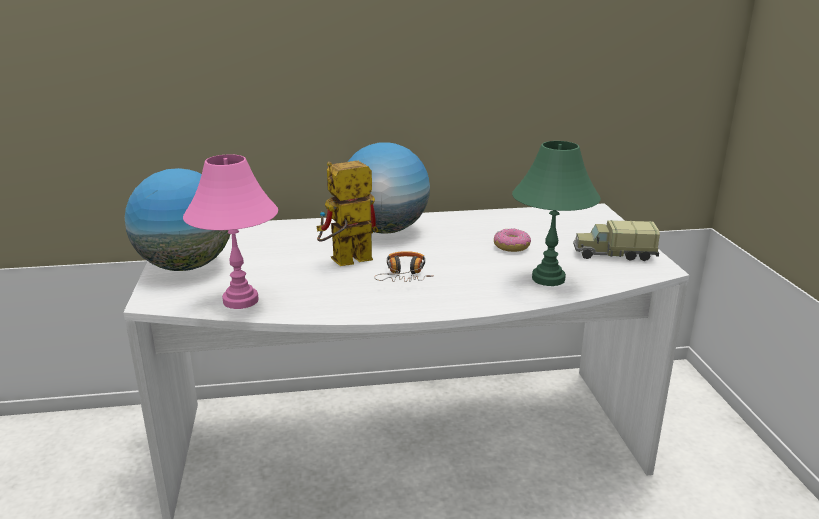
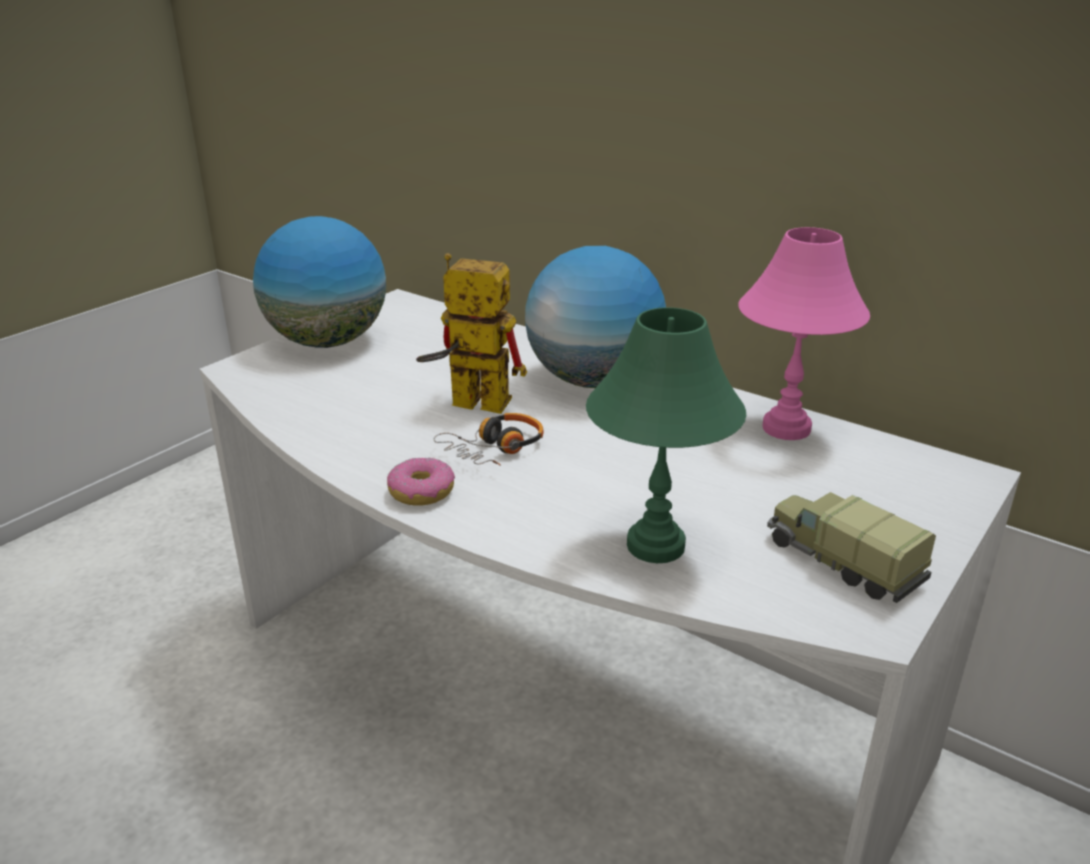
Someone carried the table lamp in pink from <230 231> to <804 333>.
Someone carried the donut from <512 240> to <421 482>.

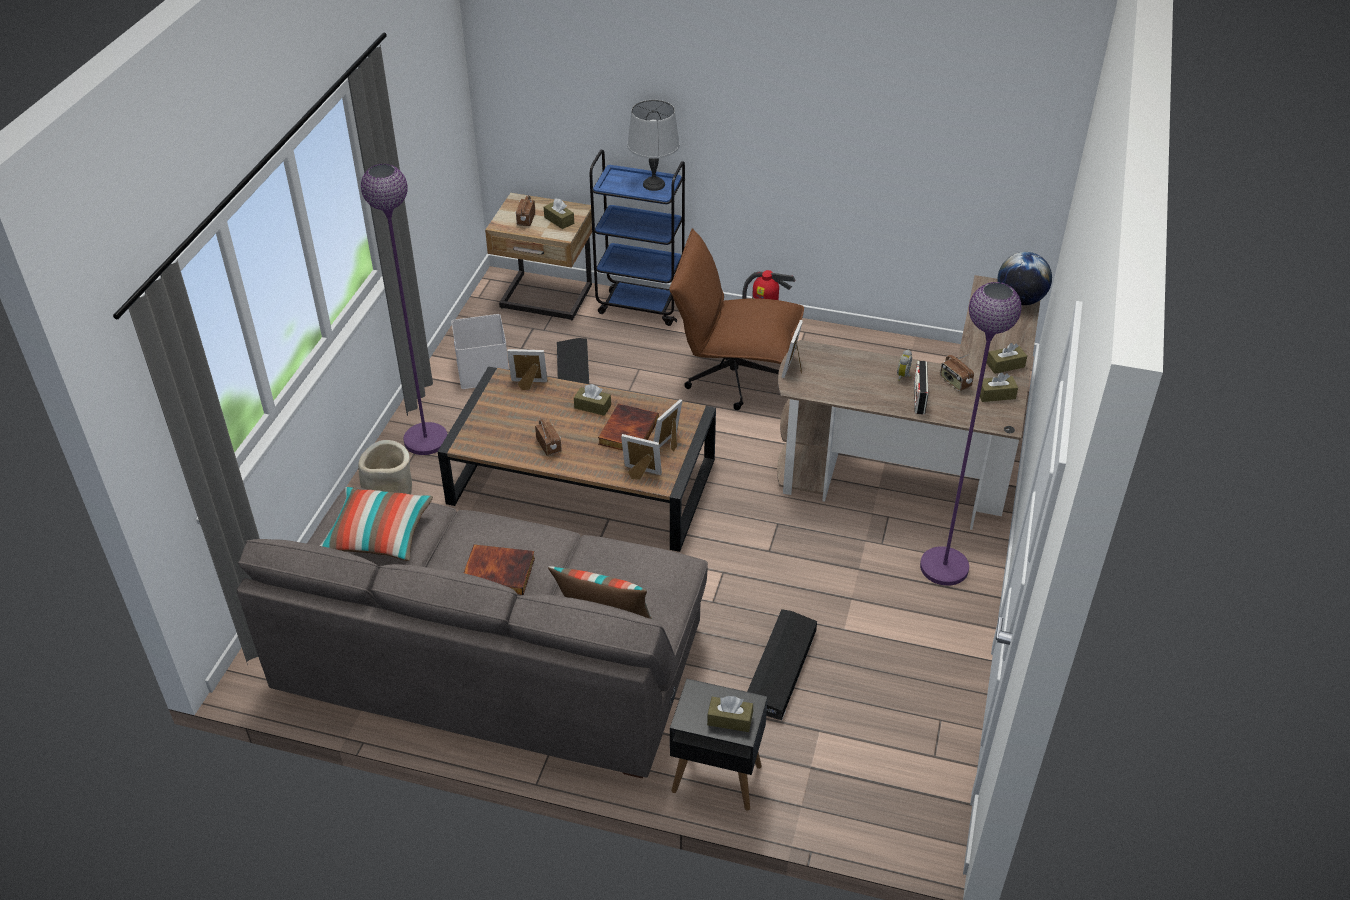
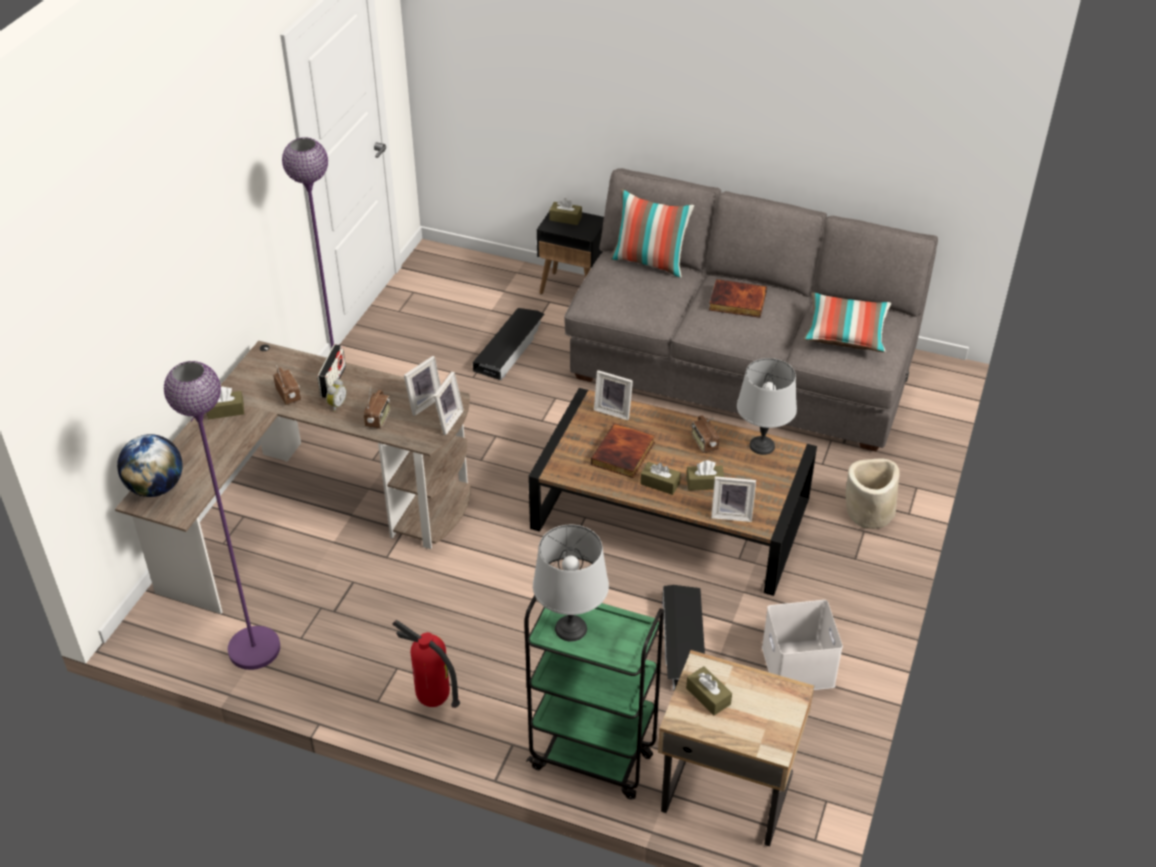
Someone carried the floor lamp in purple from <404 309> to <222 515>.
Someone carried the radio from <525 211> to <377 407>.
Someone repainted the cart in blue at <637 238>, which became the cart in green at <594 697>.
Someone carried the picture frame from <668 425> to <422 386>.
Someone took away the office chair in brown at <736 319>.
Someone carried the tissue box in brown from <999 387> to <705 475>.
Someone put down the table lamp in grey at <767 406>.

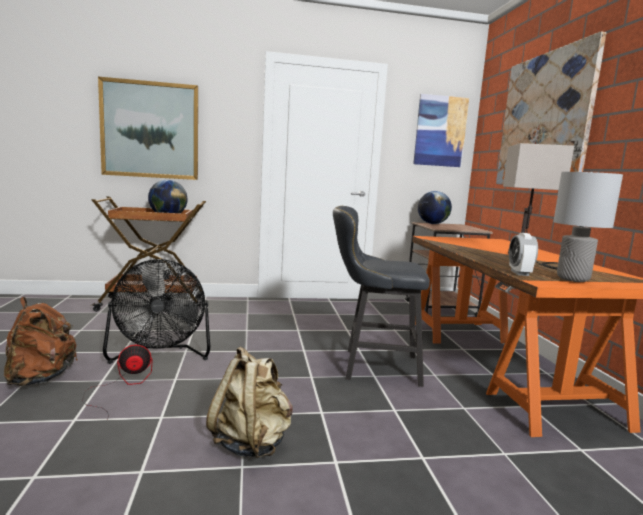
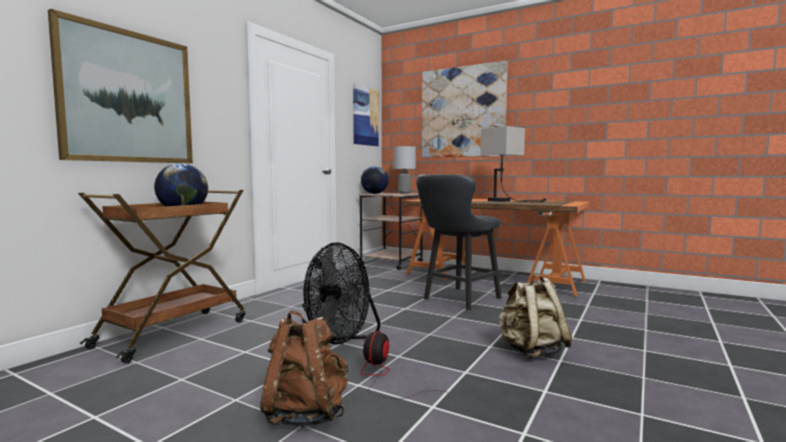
Someone took away the alarm clock at <523 254>.
Someone carried the table lamp in grey from <588 227> to <404 170>.

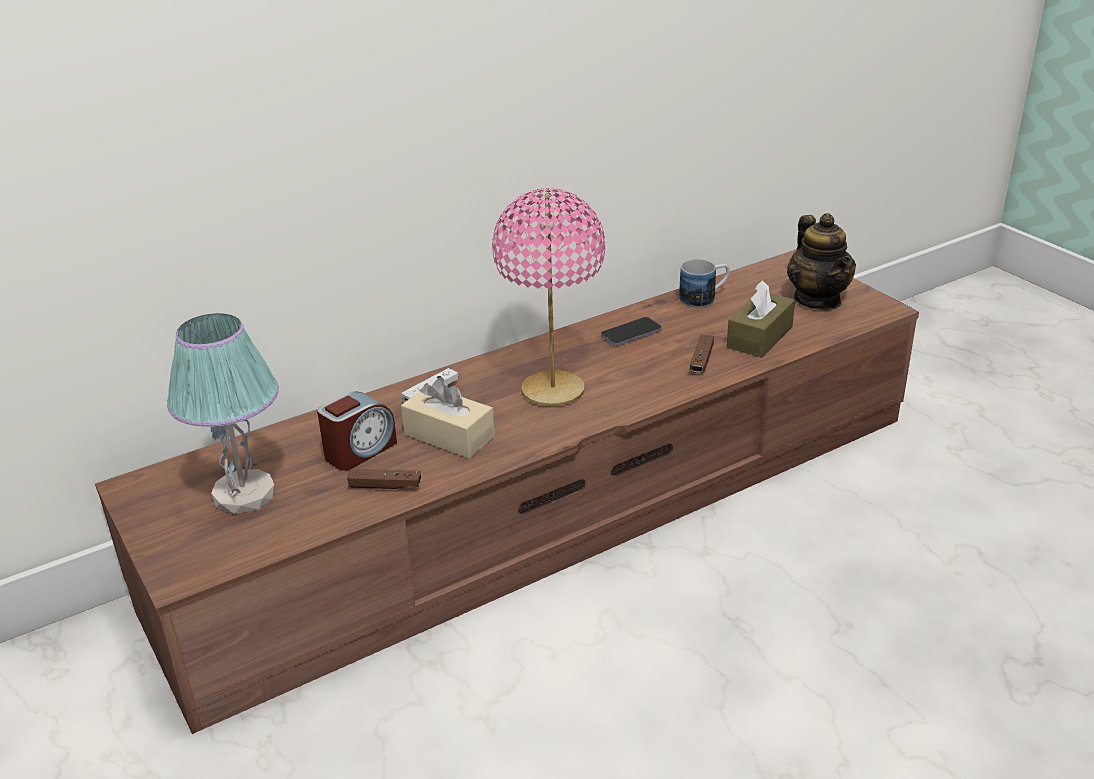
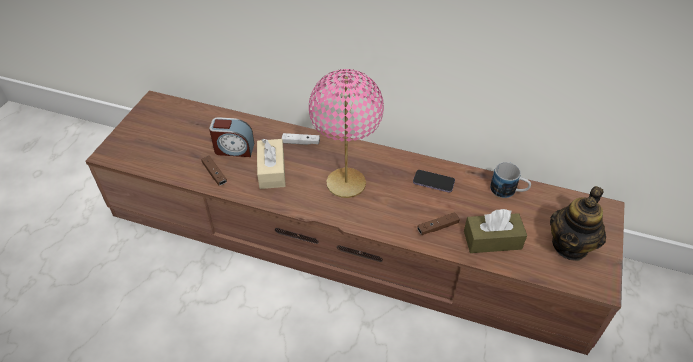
Someone took away the table lamp at <223 413>.

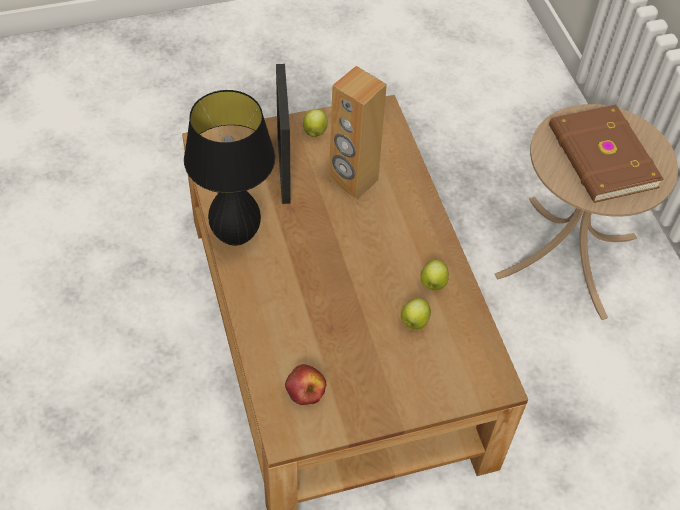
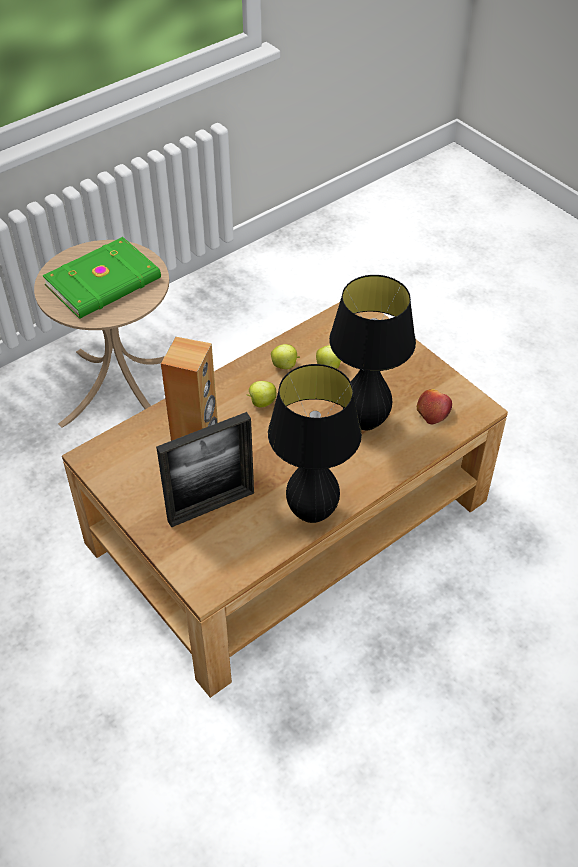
Someone carried the apple from <315 123> to <261 394>.
Someone repainted the book in brown at <606 153>, which became the book in green at <102 278>.
Someone put down the table lamp in black at <372 353>.

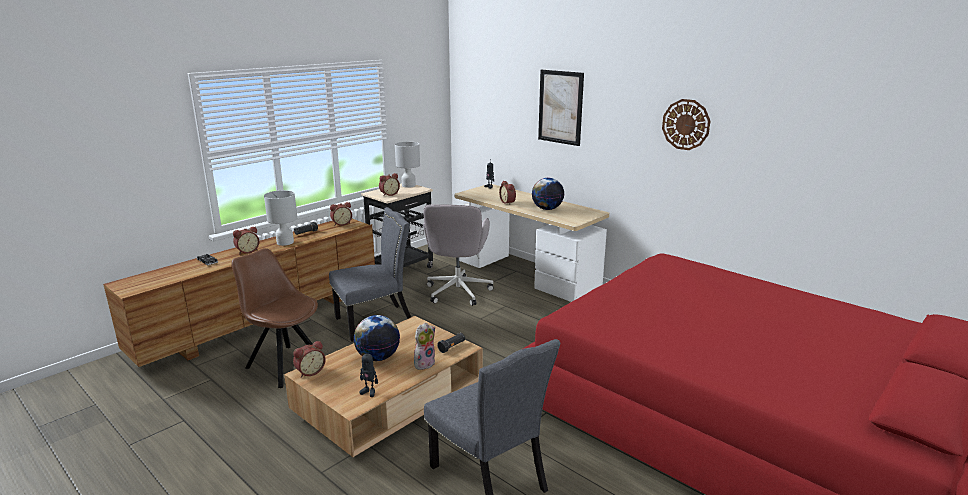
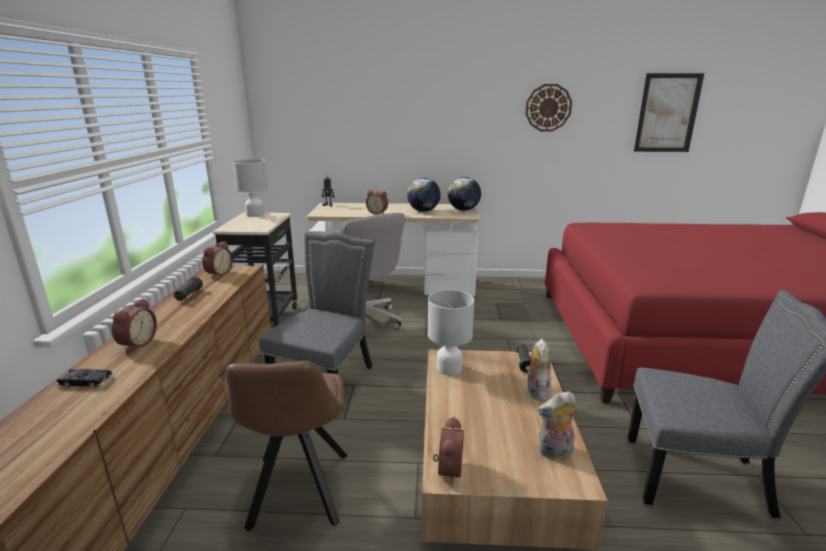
Someone rotated the chair in brown at <274 318> by 90 degrees counterclockwise.
Someone carried the table lamp in grey from <280 218> to <451 332>.
Someone carried the globe from <376 338> to <464 194>.
Someone swapped the toy robot at <368 373> for the plush toy at <557 425>.
Someone took away the alarm clock at <389 184>.
Someone carried the picture from <561 108> to <669 112>.

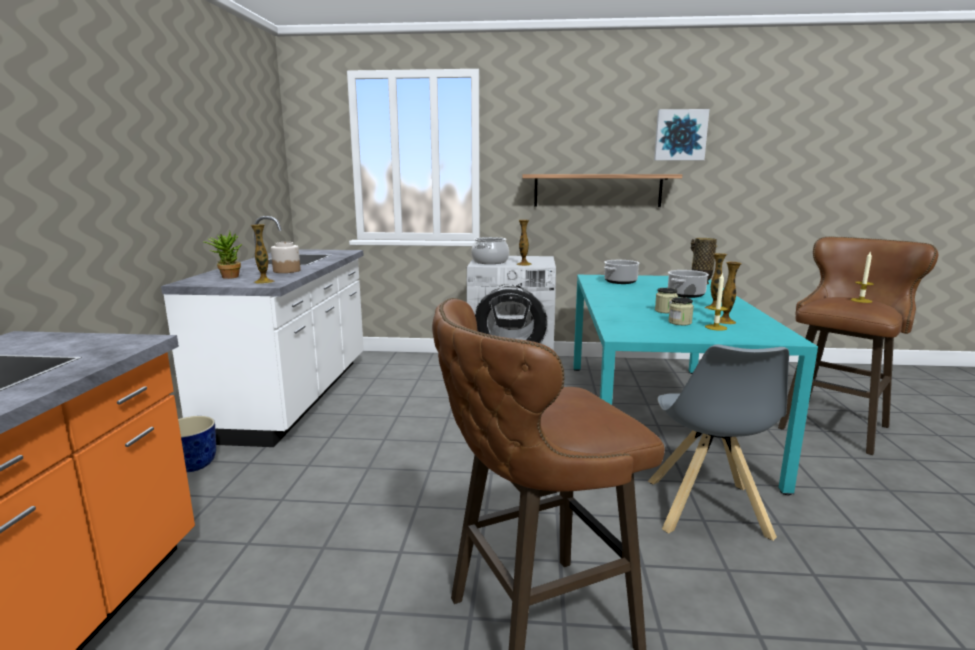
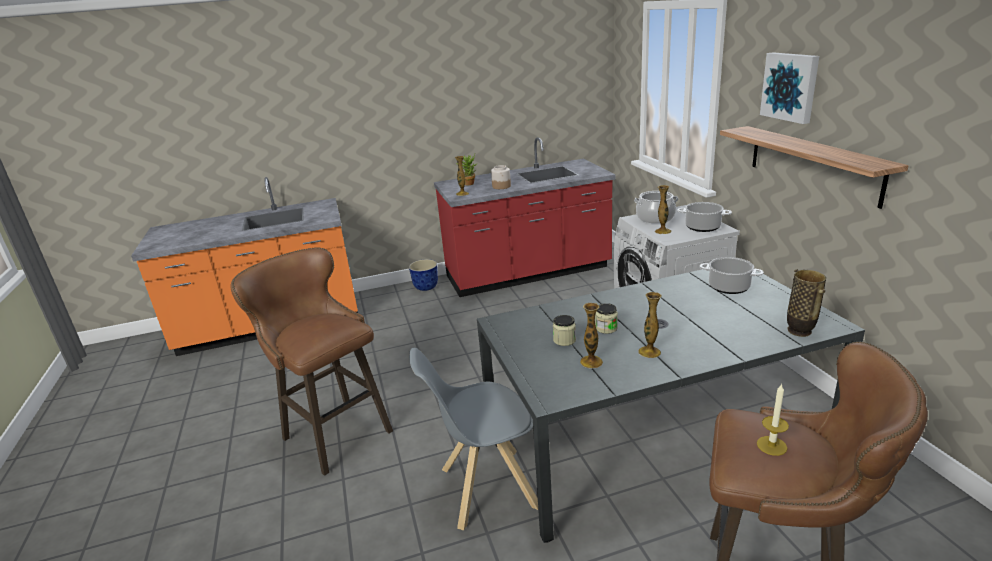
Someone repainted the counter in white at <262 331>, which became the counter in red at <525 217>.
Someone repainted the dining table in turquoise at <695 385>, which became the dining table in grey at <671 406>.
Someone carried the picture from <681 135> to <789 88>.
Someone carried the cooking pot from <688 284> to <704 217>.
Someone took away the candle at <716 302>.

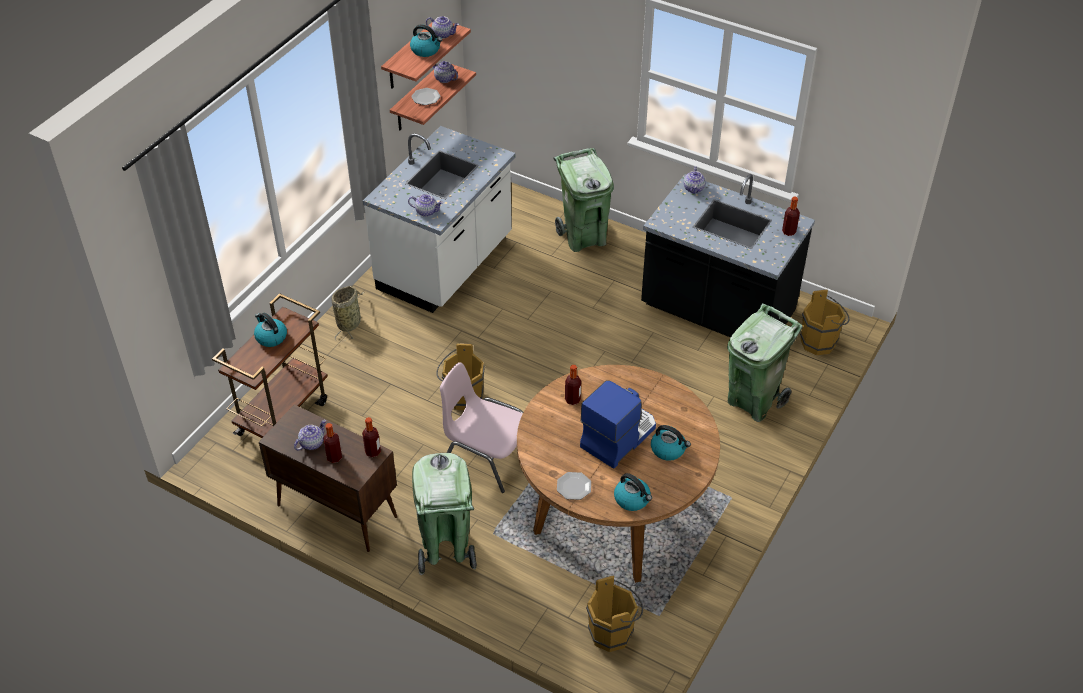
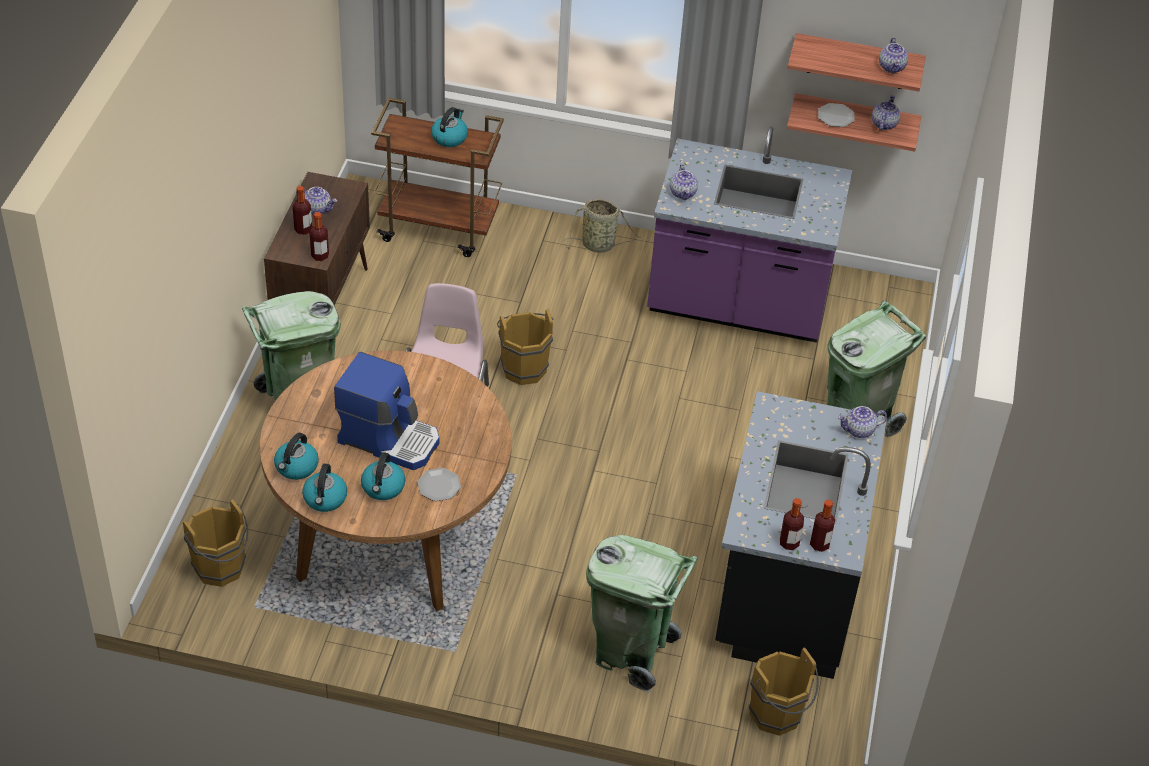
Someone repainted the counter in white at <439 219>, which became the counter in purple at <749 235>.
Someone carried the kettle from <426 40> to <324 488>.
Someone carried the plate from <574 486> to <439 484>.
Someone carried the bottle from <573 385> to <792 524>.

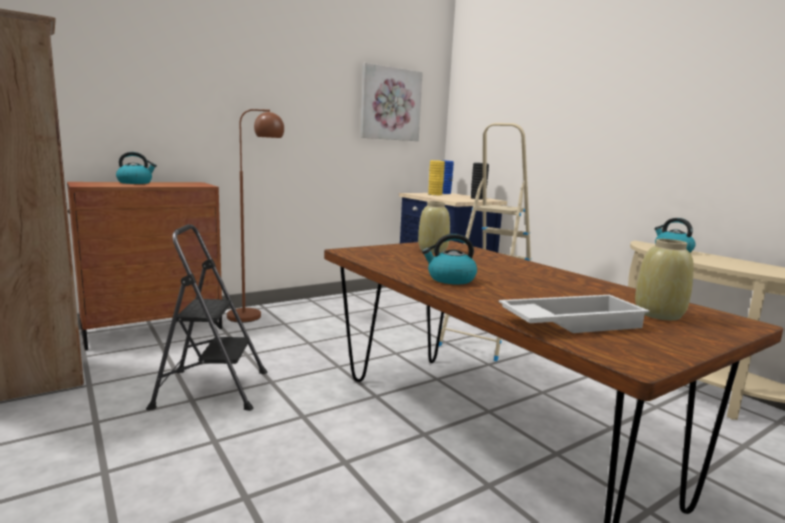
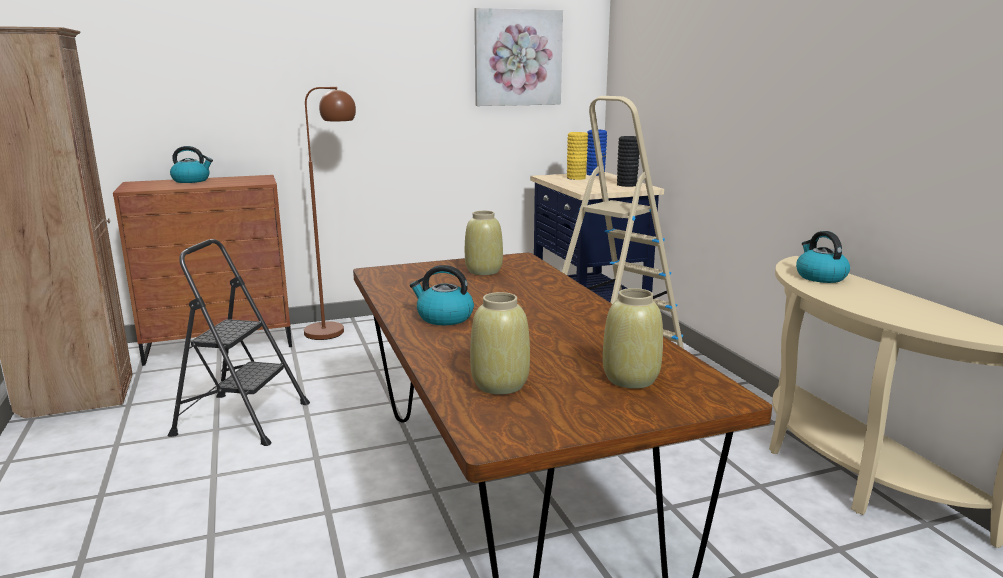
Someone swapped the tray in white at <574 314> for the vase in beige at <500 343>.

